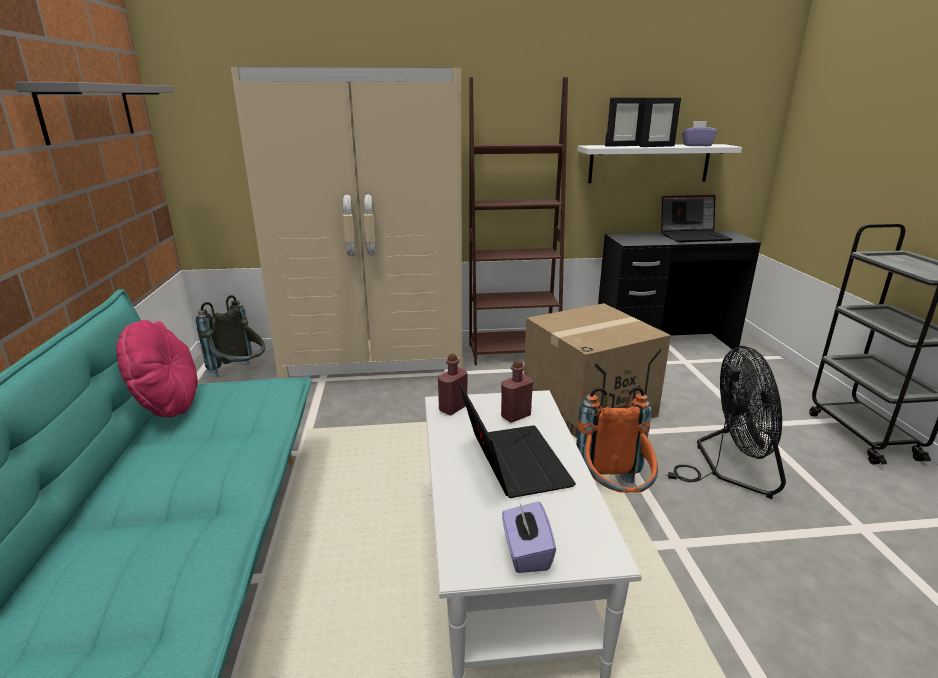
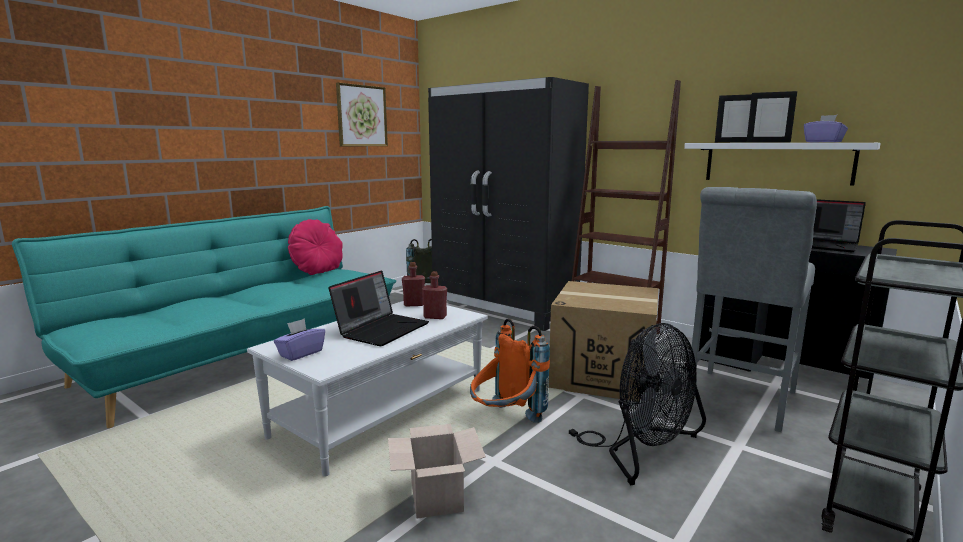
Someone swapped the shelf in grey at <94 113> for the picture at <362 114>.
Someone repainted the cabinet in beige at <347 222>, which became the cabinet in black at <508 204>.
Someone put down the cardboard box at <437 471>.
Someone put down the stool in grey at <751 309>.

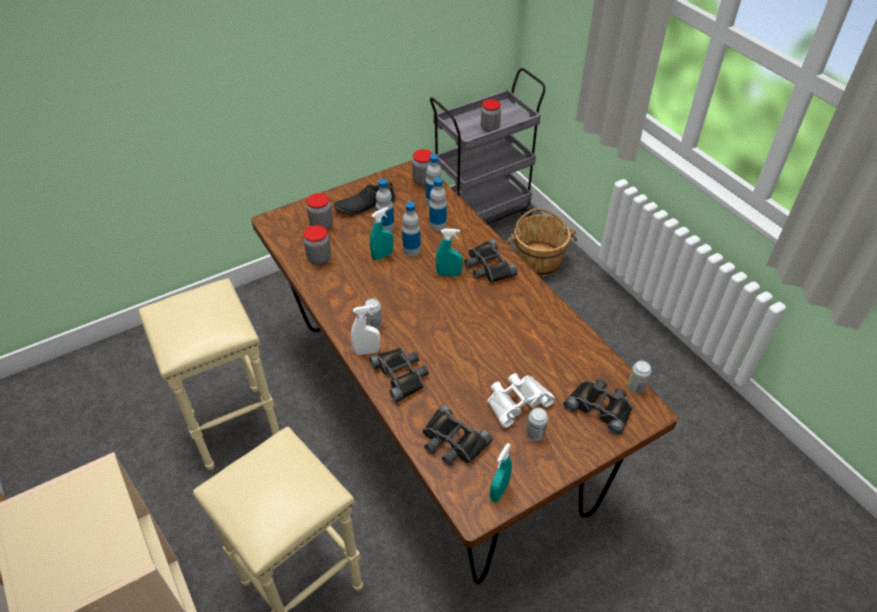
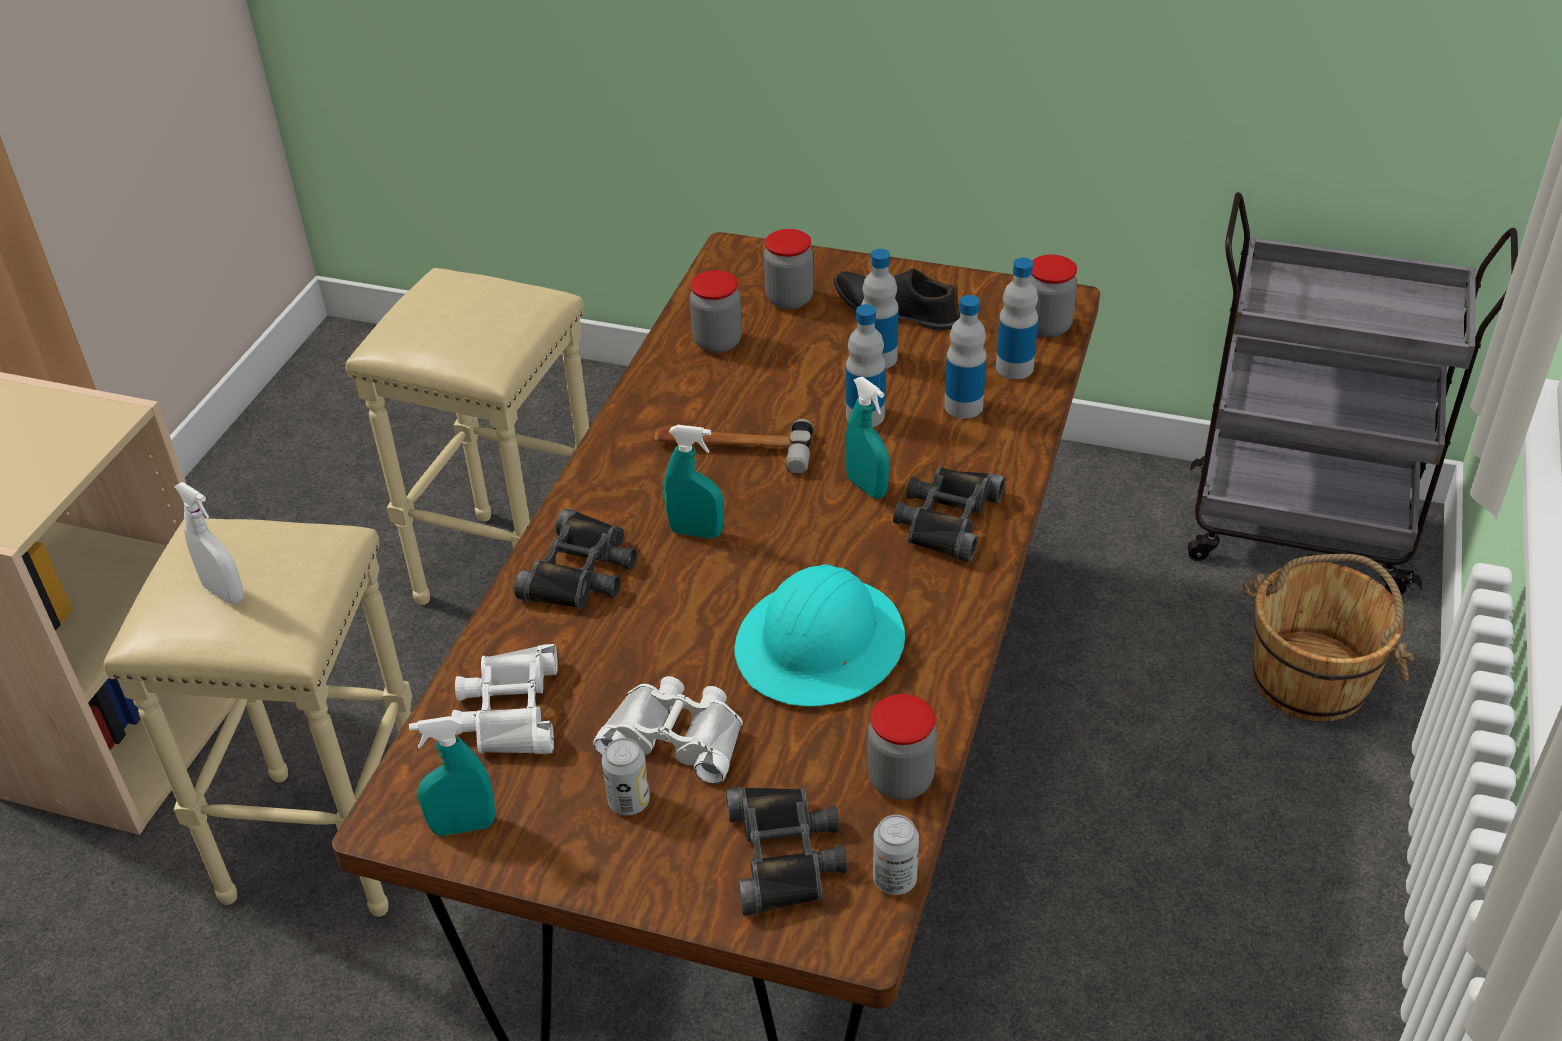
Someone carried the spray bottle in white from <366 330> to <209 543>.
Someone took away the can at <373 313>.
Someone carried the spray bottle in turquoise from <381 233> to <694 482>.
Someone repainted the binoculars in black at <458 435>, which became the binoculars in white at <504 699>.
Someone carried the jar from <491 115> to <902 747>.
Someone put down the hammer at <733 446>.
Someone put down the hard hat in turquoise at <819 635>.

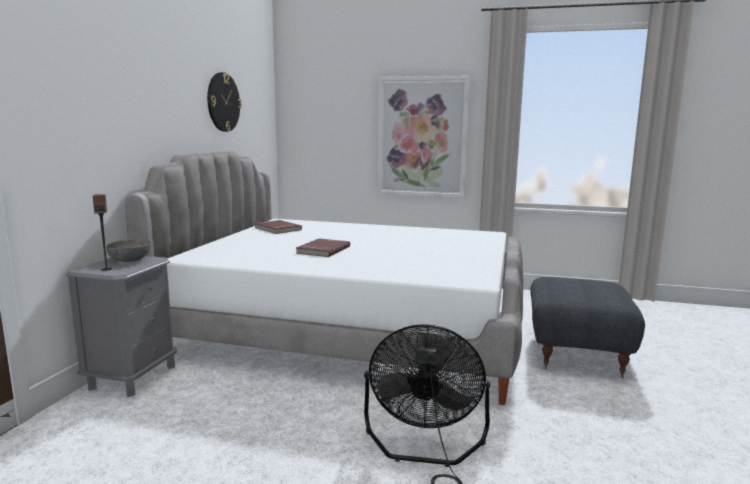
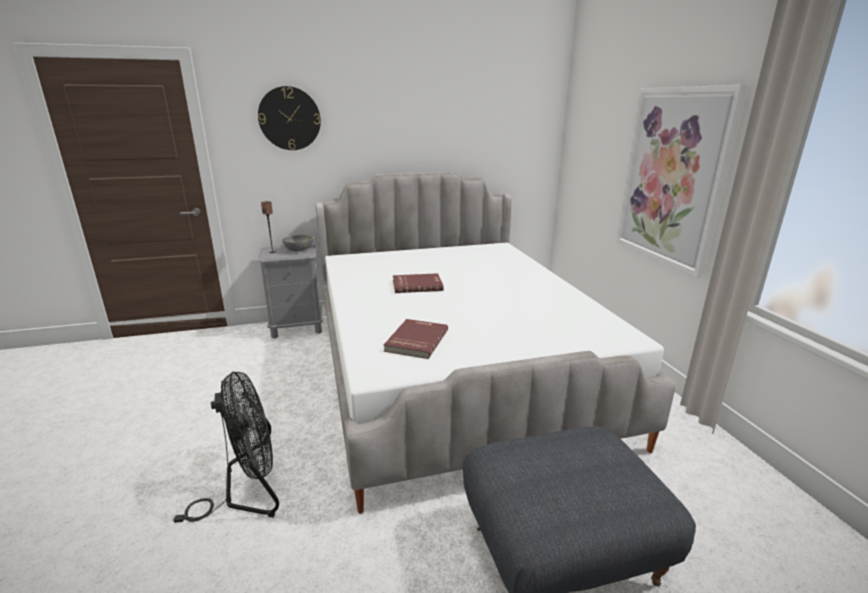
Someone carried the wall clock from <224 102> to <289 118>.
Someone carried the book in red from <278 227> to <416 339>.

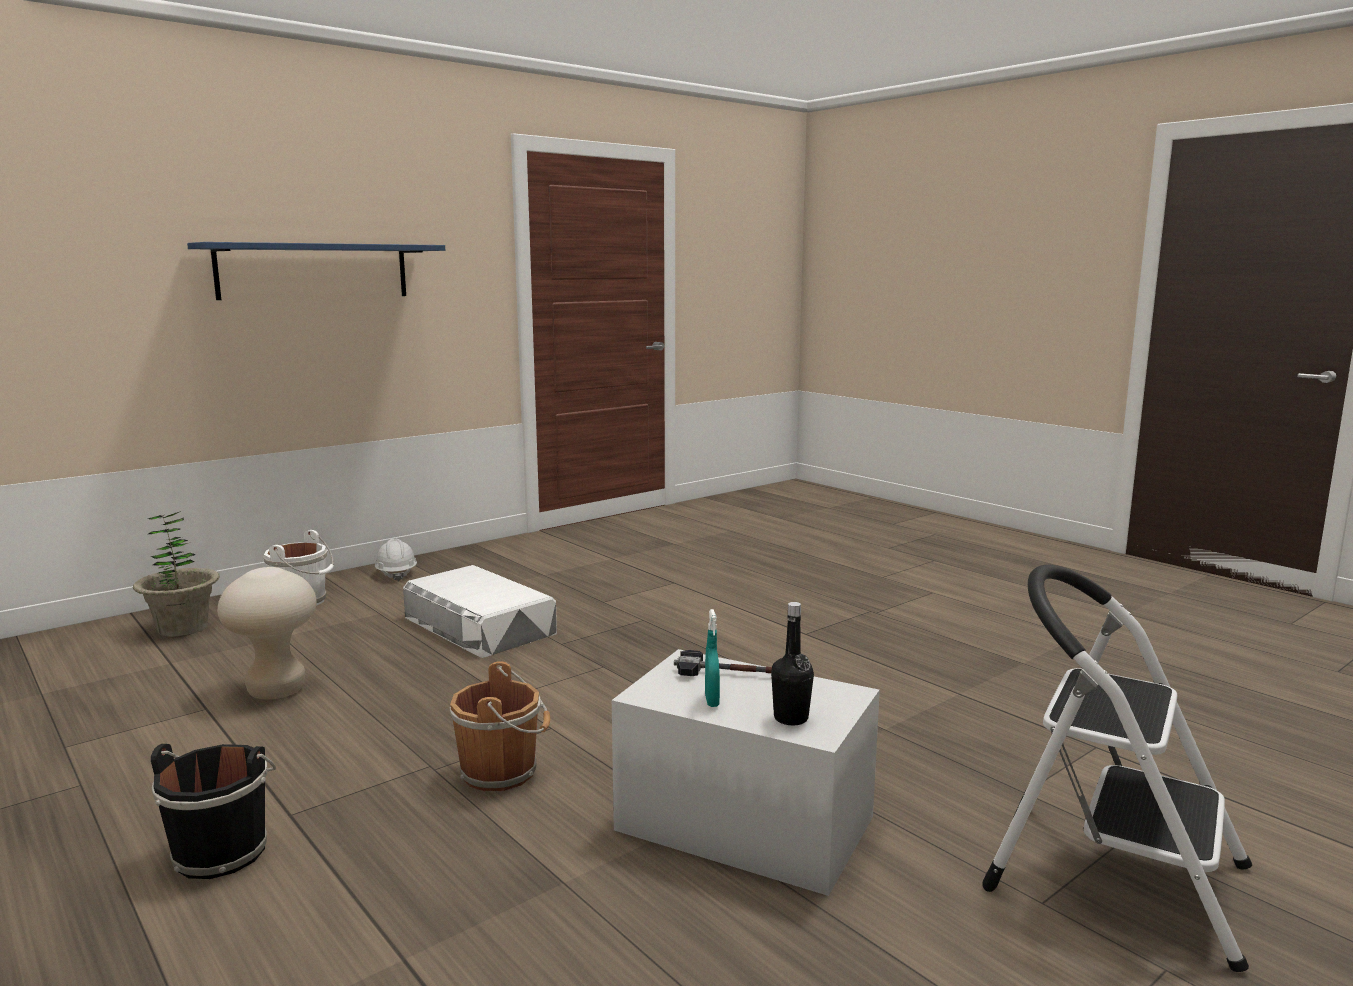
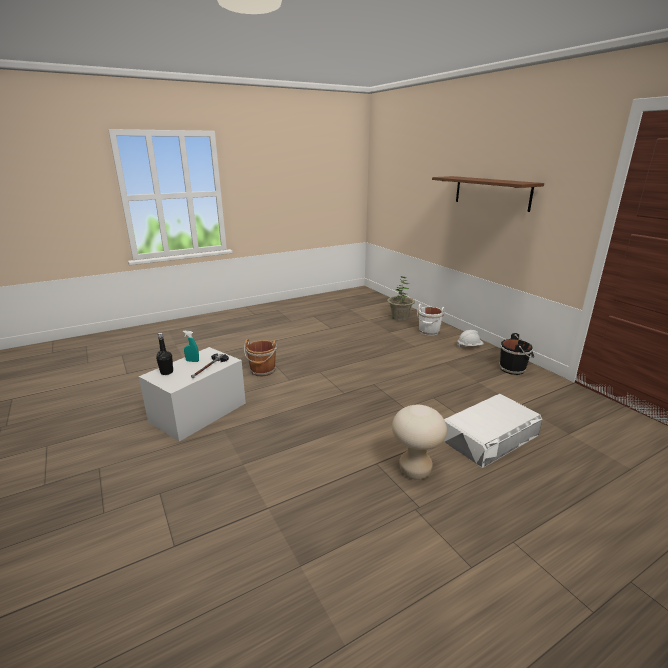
Someone carried the bucket in black from <213 811> to <516 354>.
Someone repainted the shelf in blue at <316 271>, which became the shelf in brown at <488 194>.
Someone carried the stool in beige from <267 633> to <419 442>.
Someone carried the storage box in white from <480 611> to <493 431>.
Someone took away the step ladder at <1117 768>.

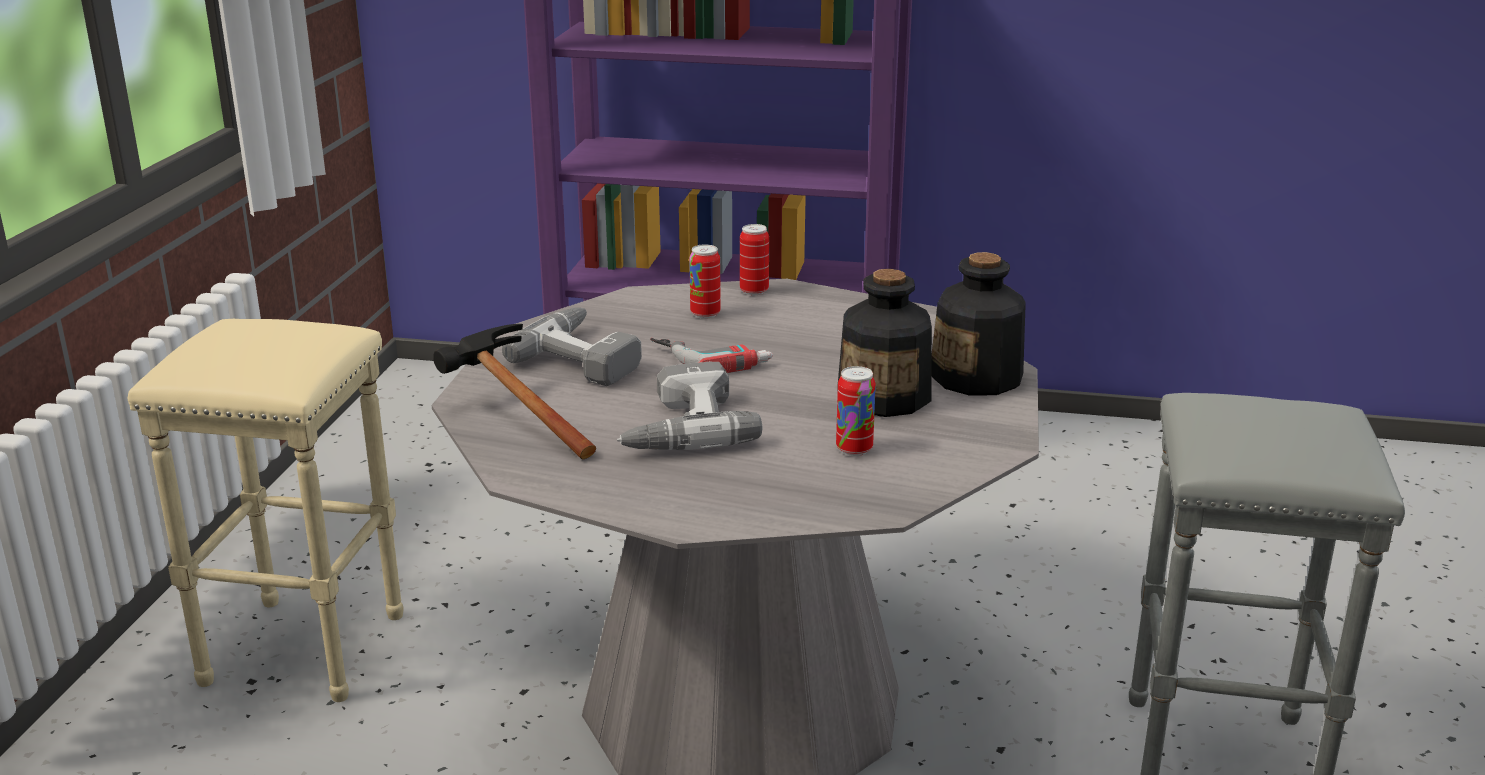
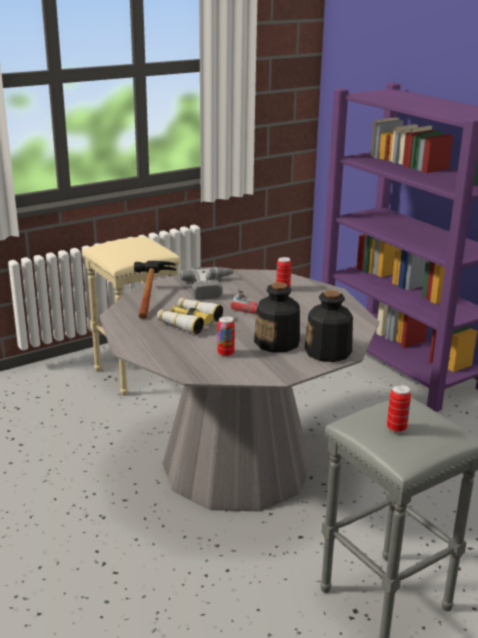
Someone swapped the power drill at <689 406> for the binoculars at <190 316>.
Someone carried the can from <754 259> to <399 408>.

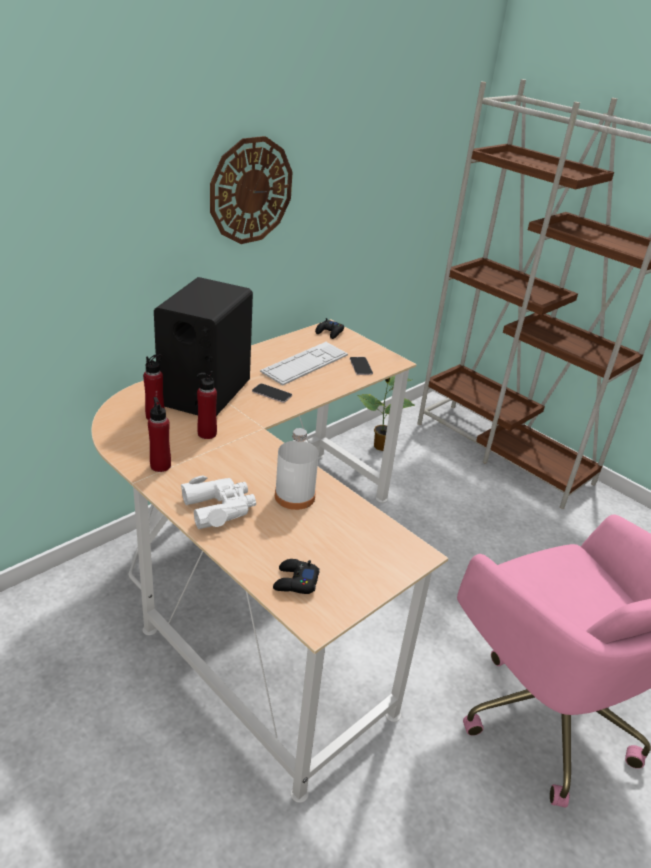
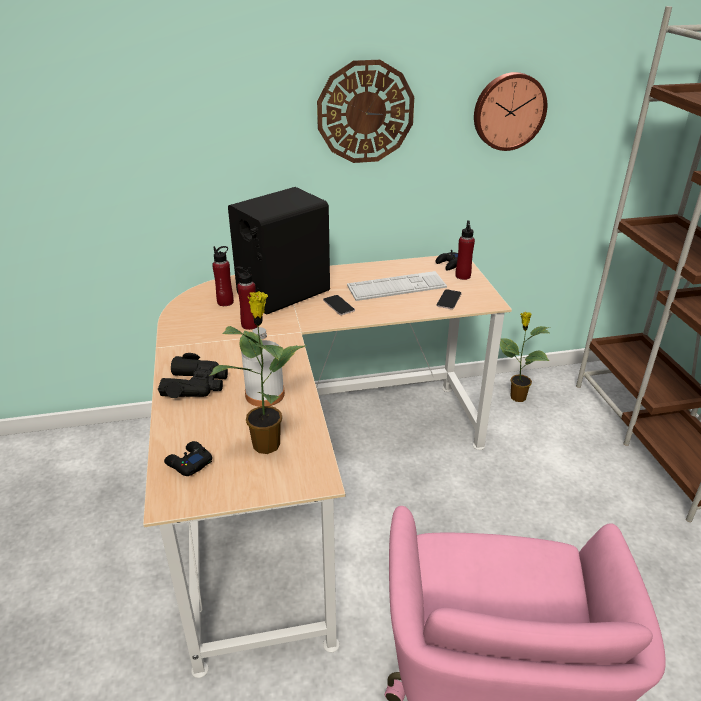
Someone carried the bottle in red from <159 434> to <465 250>.
Someone repainted the binoculars in white at <218 502>, which became the binoculars in black at <193 375>.
Someone put down the potted plant at <257 372>.
Someone put up the wall clock at <510 111>.

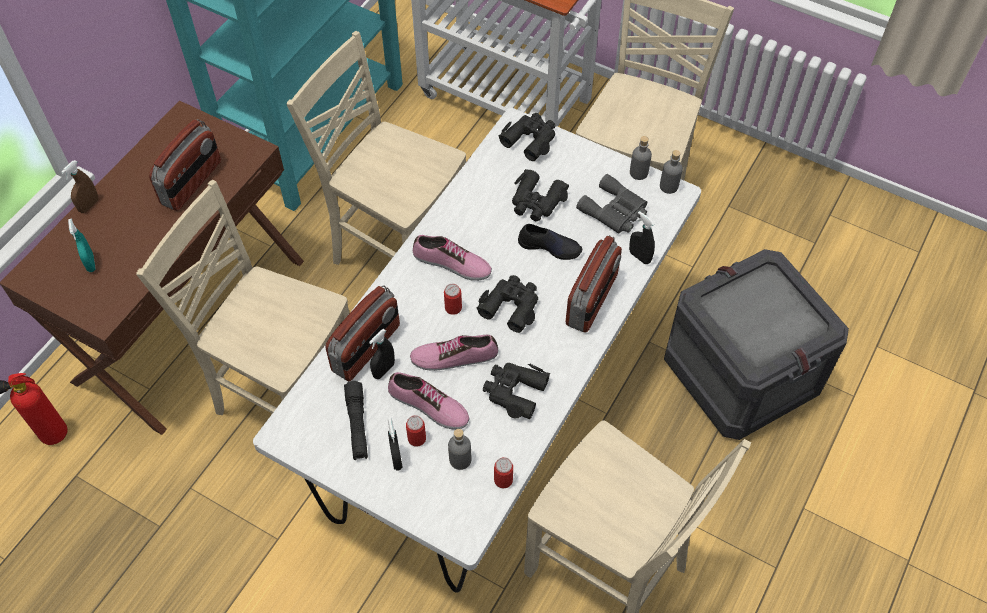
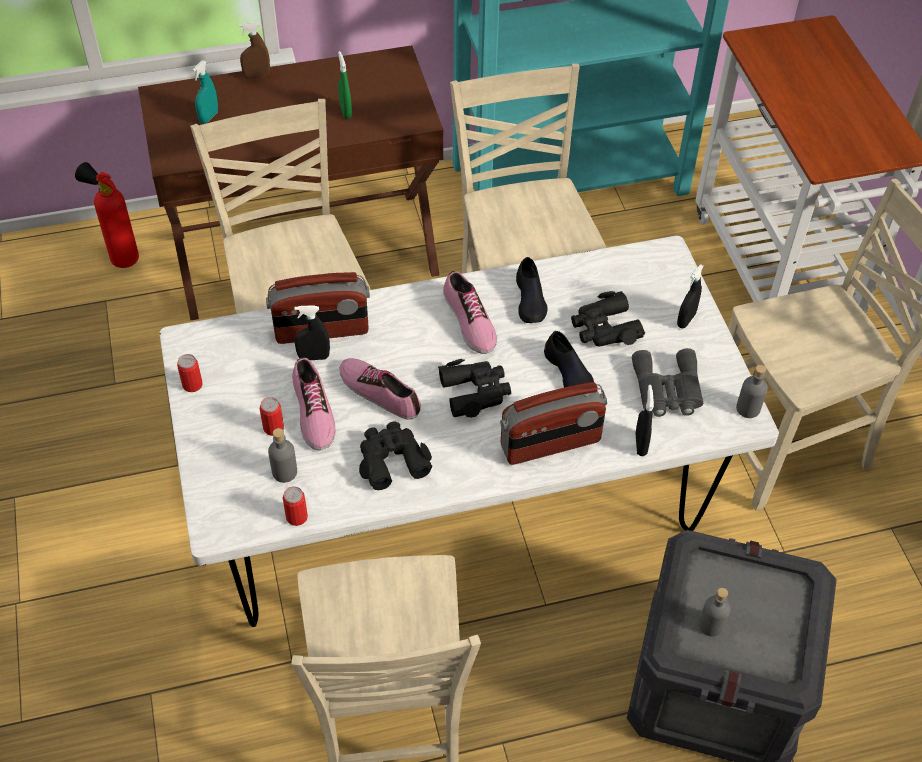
Someone swapped the radio at <185 165> for the spray bottle in green at <345 85>.
Someone took away the flashlight in black at <356 420>.
Someone carried the spray bottle in black from <395 444> to <690 296>.
Someone carried the can from <453 299> to <190 373>.
Someone took away the binoculars in black at <527 137>.
Someone carried the bottle in grey from <641 158> to <714 612>.
Someone put down the shoe in black at <531 290>.

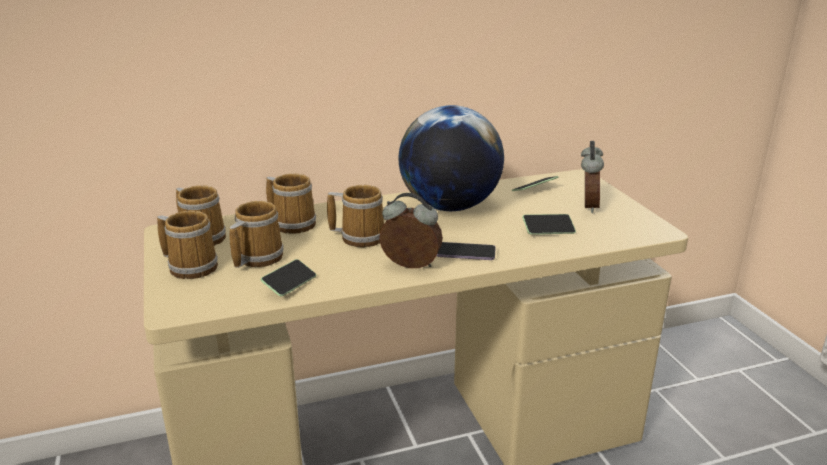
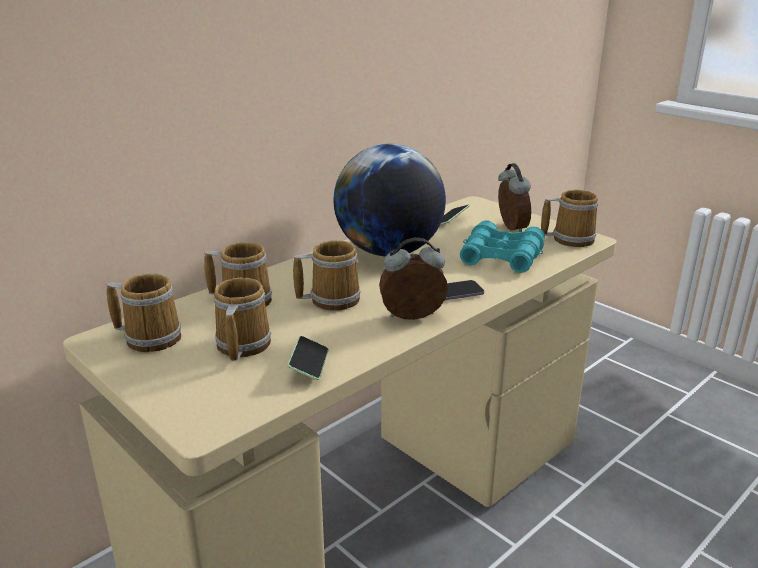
Someone carried the mug from <187 245> to <569 218>.
Someone swapped the phone at <549 224> for the binoculars in turquoise at <502 247>.

